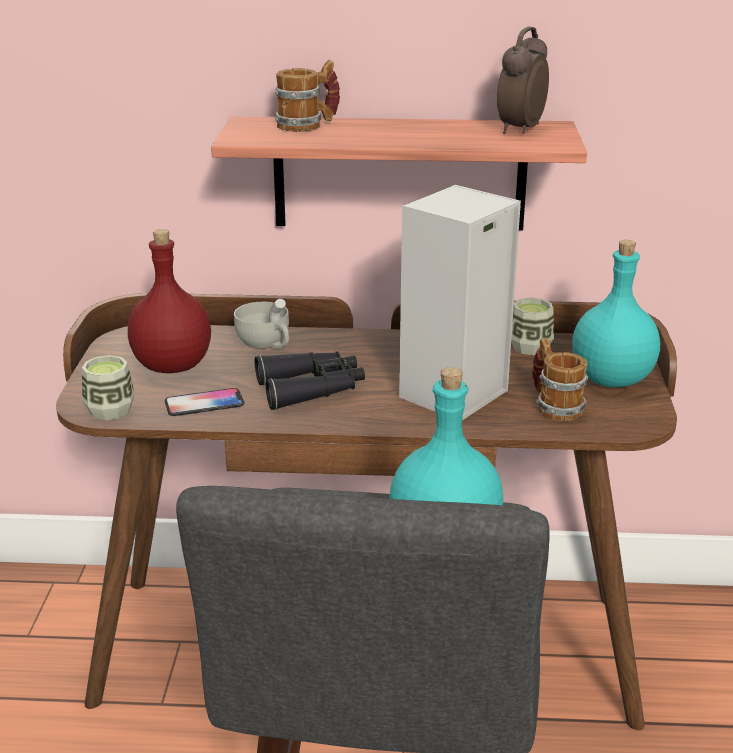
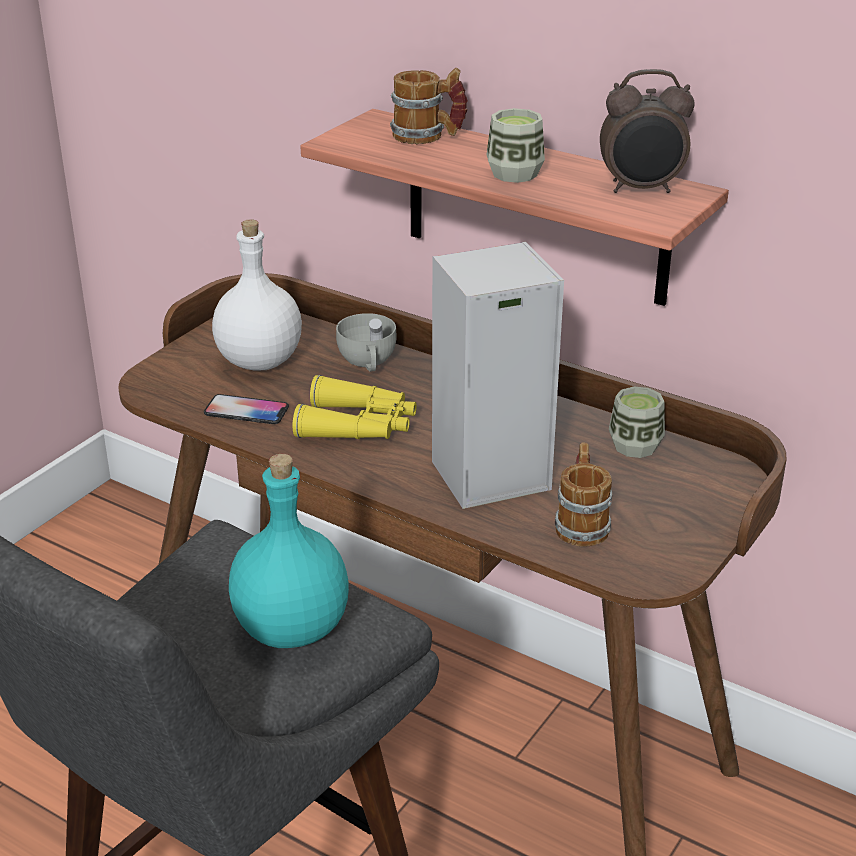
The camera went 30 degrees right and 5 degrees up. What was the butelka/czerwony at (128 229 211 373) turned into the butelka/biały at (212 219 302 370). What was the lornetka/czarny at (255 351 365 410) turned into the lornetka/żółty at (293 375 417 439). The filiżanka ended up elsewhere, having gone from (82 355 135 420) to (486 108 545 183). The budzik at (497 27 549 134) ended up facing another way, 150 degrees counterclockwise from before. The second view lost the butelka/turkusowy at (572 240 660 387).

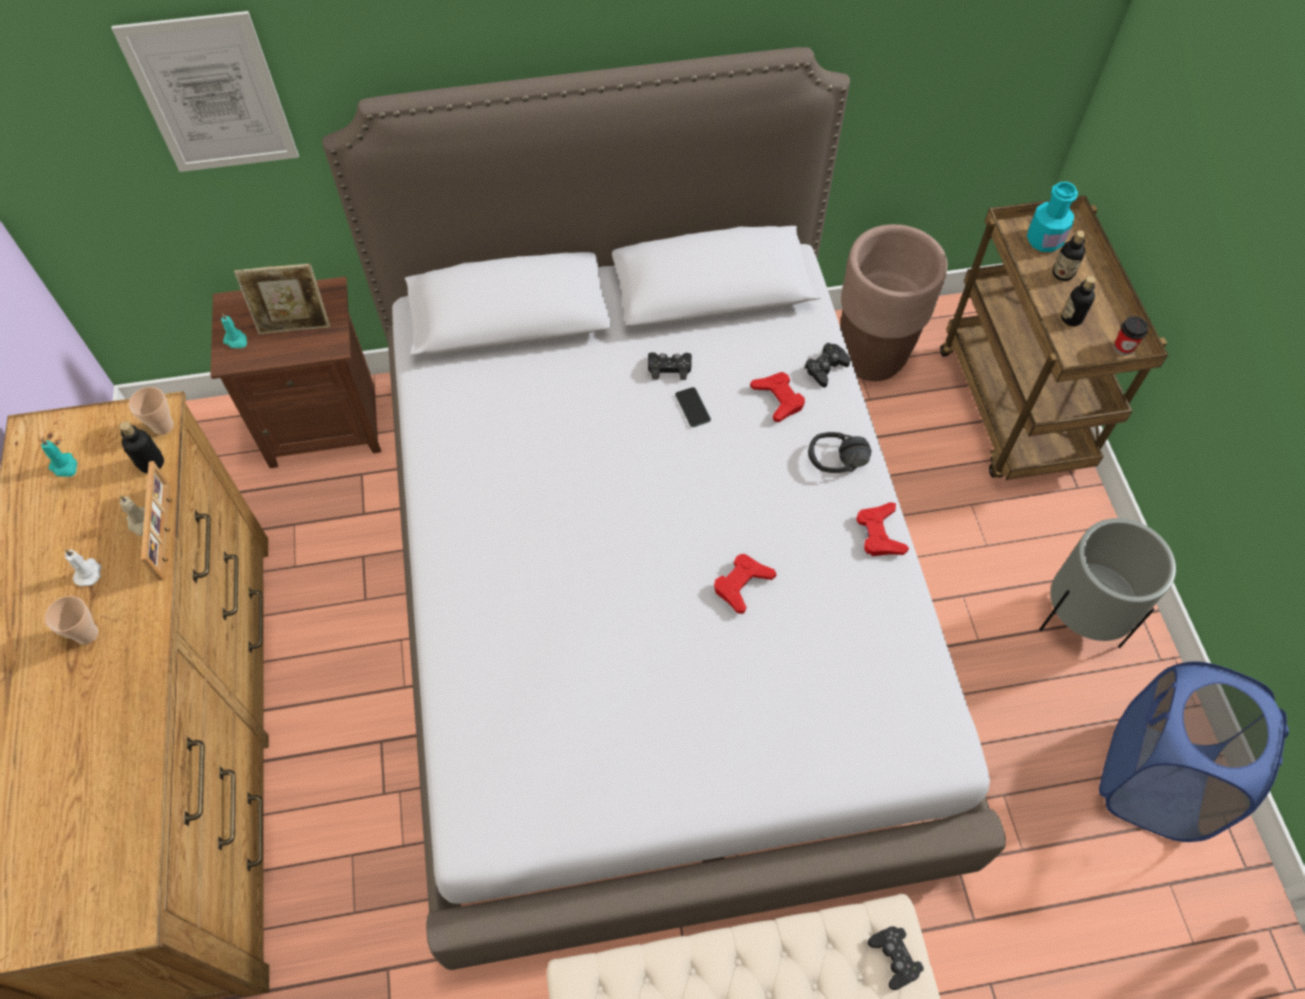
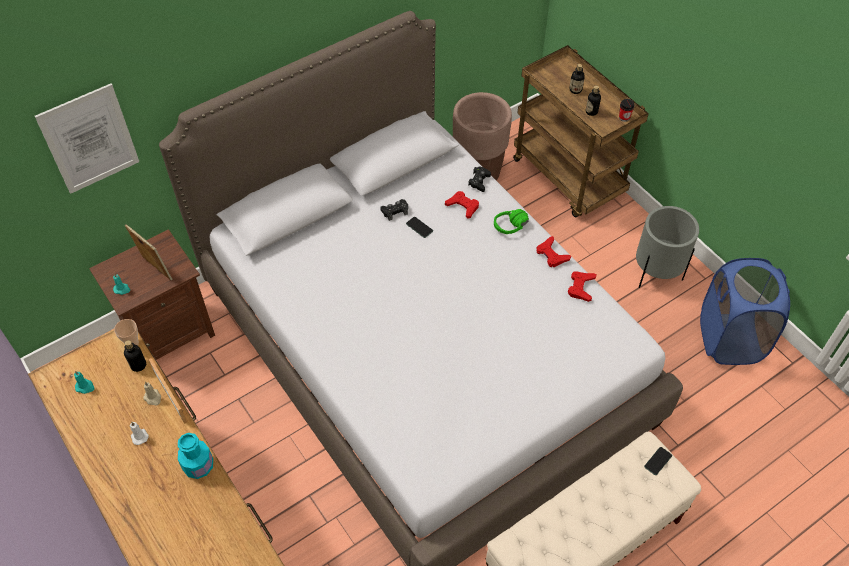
The camera went 25 degrees left and 5 degrees down. The ramka na zdjęcie at (234 264 330 335) ended up facing another way, 105 degrees counterclockwise from before. The butelka/turkusowy ended up elsewhere, having gone from (1027 182 1078 252) to (178 433 213 479). What was the słuchawki/czarny at (808 432 872 473) turned into the słuchawki/zielony at (494 209 529 234). The pad do gier/czerwony ended up elsewhere, having gone from (714 554 777 614) to (568 271 597 302). Where the pad do gier/czarny stood at (868 926 924 990), the telefon came to stand at (644 447 672 475). The second view lost the filiżanka at (45 596 98 644).

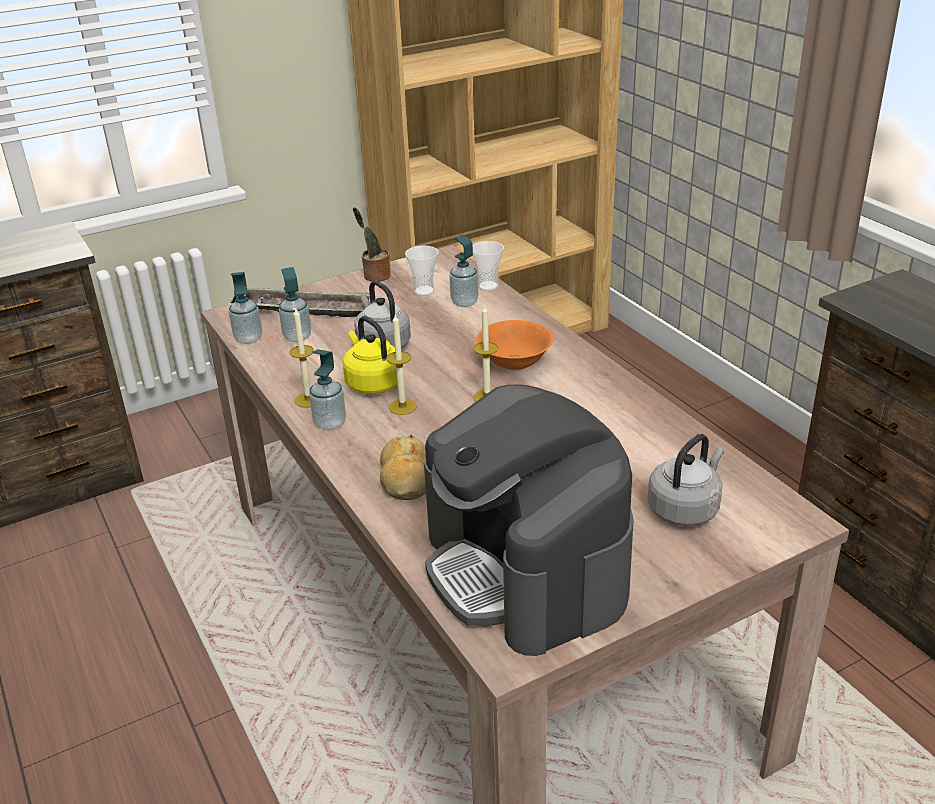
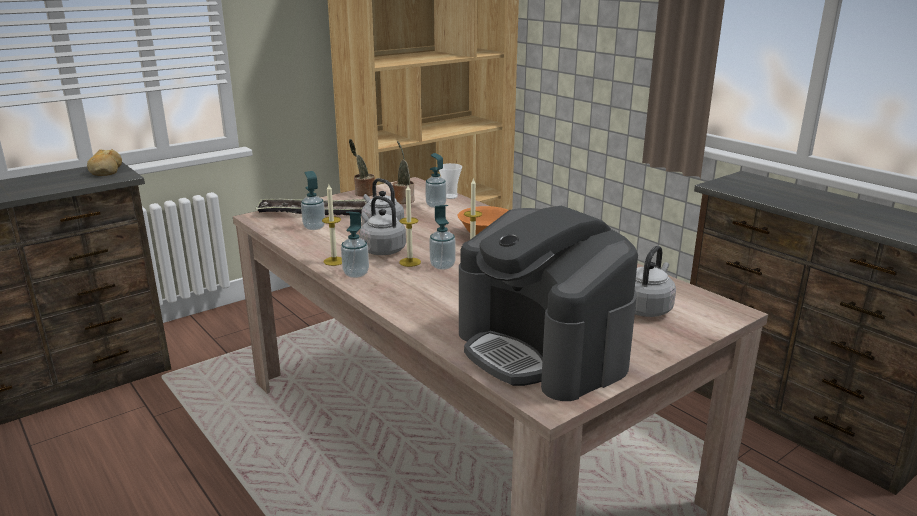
The camera went 10 degrees left and 10 degrees down. The chleb ended up elsewhere, having gone from (380 434 426 500) to (87 149 122 176). What was the czajnik/żółty at (343 316 397 394) turned into the czajnik/szary at (360 196 406 255). Where the filiżanka stood at (405 246 439 296), the roślina doniczkowa came to stand at (393 141 415 204). The dozownik mydła ended up elsewhere, having gone from (229 272 262 344) to (429 205 456 270).

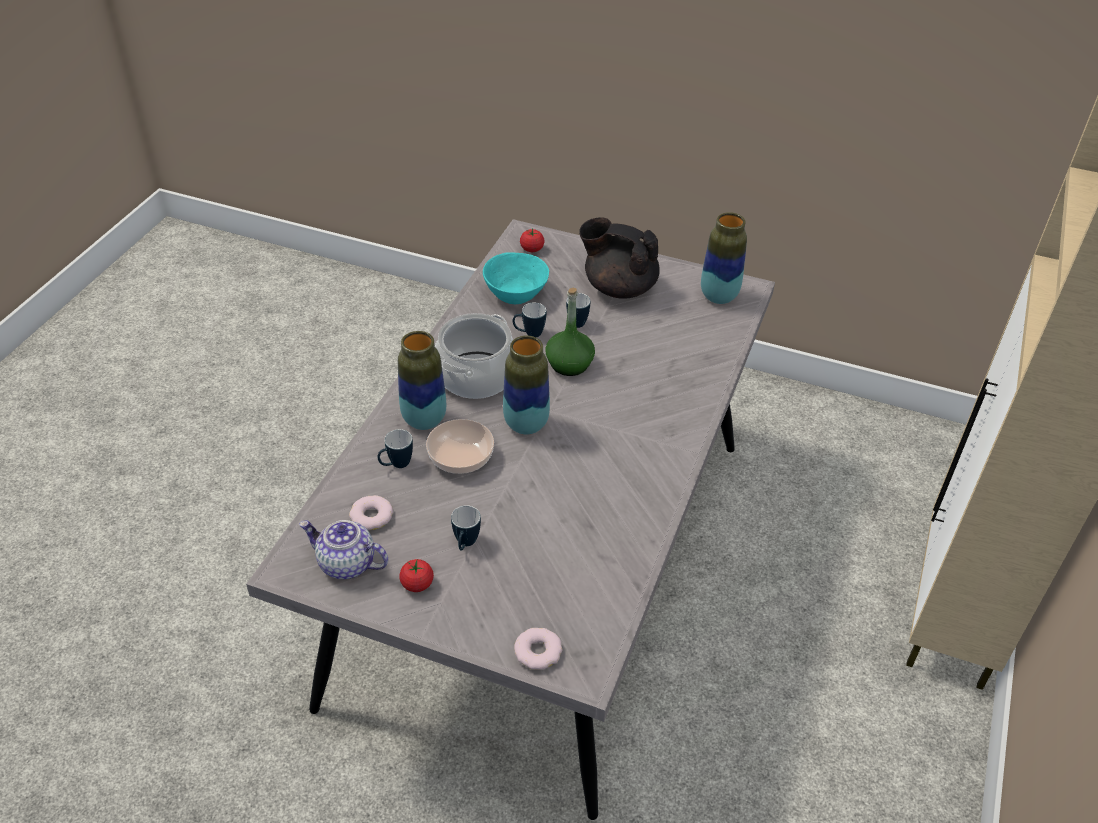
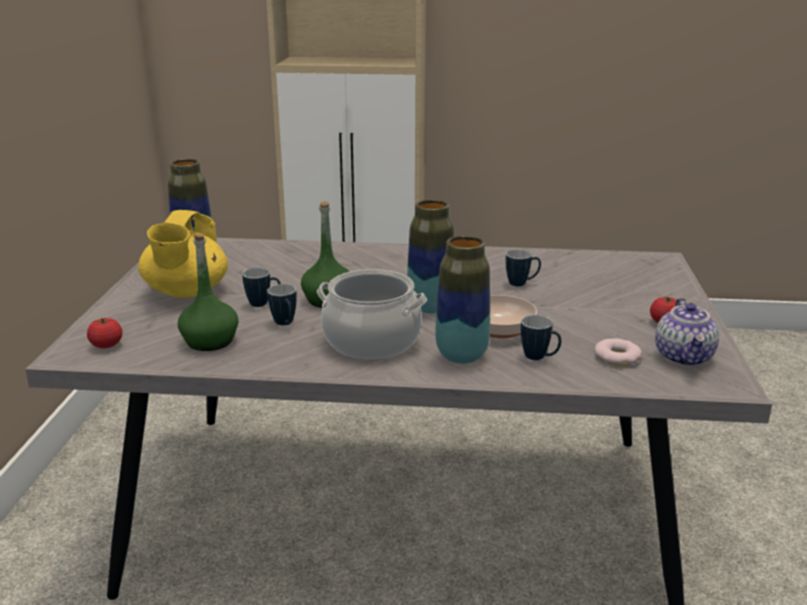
The camera went 105 degrees left and 20 degrees down. What was the imbryk/czarny at (579 217 660 299) turned into the imbryk/żółty at (138 210 228 298). Where the miska/turkusowy stood at (483 252 549 304), the butelka/zielony came to stand at (178 234 239 351). The kubek ended up elsewhere, having gone from (451 505 481 551) to (506 249 541 286). The second view lost the donut at (514 628 562 670).

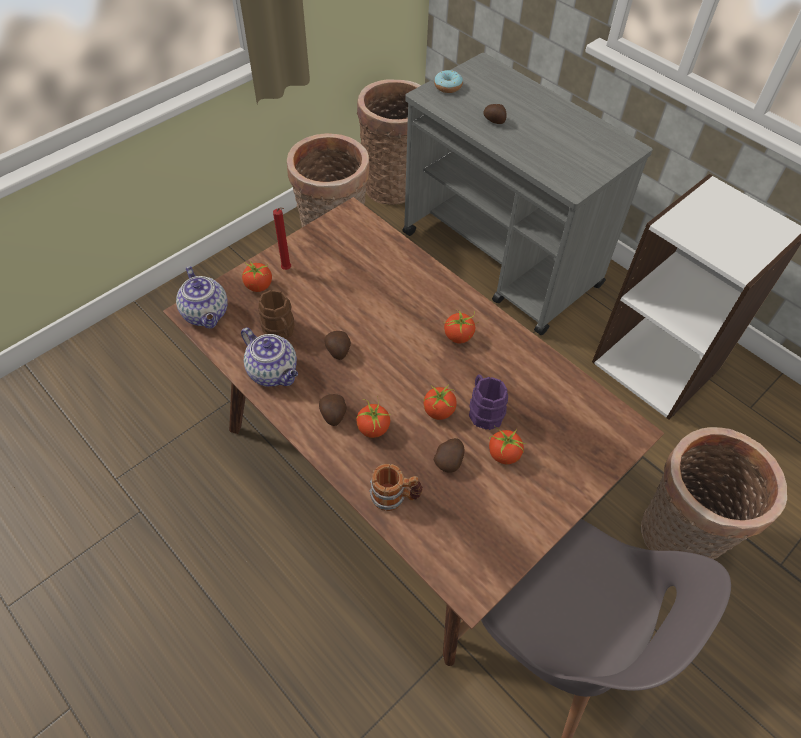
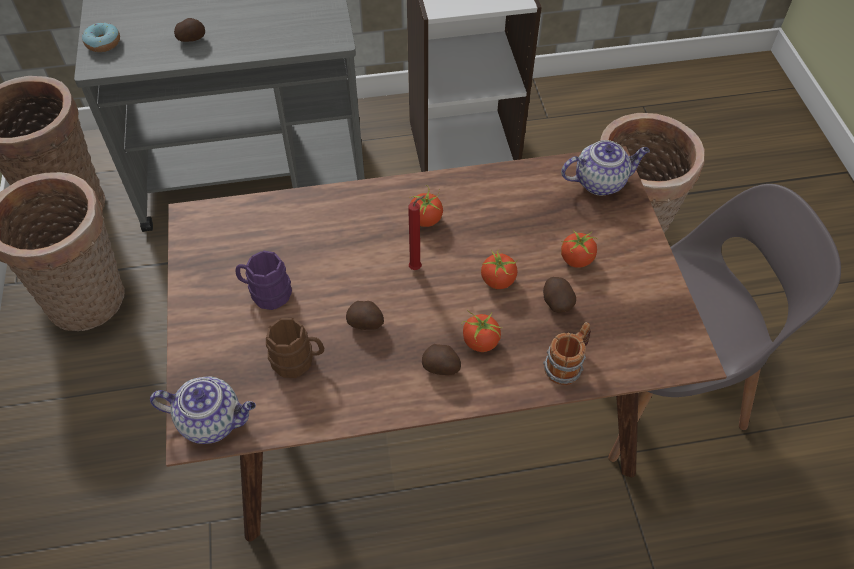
The camera went 55 degrees left and 0 degrees up. The kubek/fioletowy ended up elsewhere, having gone from (469 374 508 430) to (235 251 292 310). The świeca/czerwony ended up elsewhere, having gone from (273 207 291 270) to (408 195 425 270). The imbryk ended up elsewhere, having gone from (241 327 298 387) to (561 140 650 196). The second view lost the pomidor at (241 262 272 292).

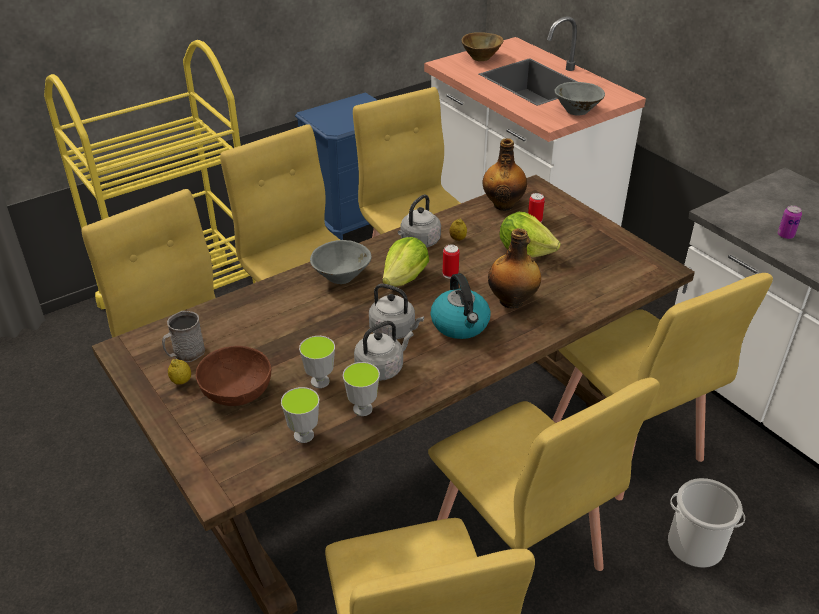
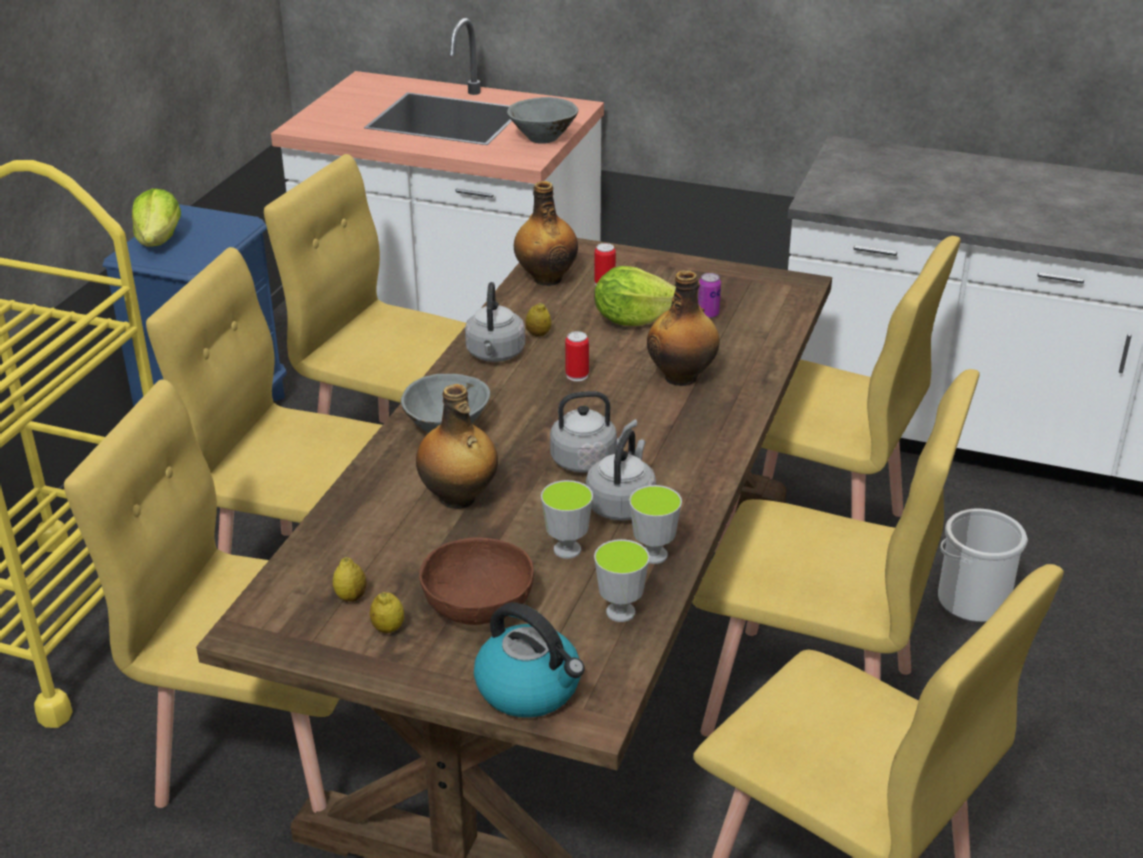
The camera went 35 degrees left and 5 degrees down. The sałata ended up elsewhere, having gone from (382 237 429 287) to (132 188 181 247). Where the kubek/szary stood at (162 311 205 362), the cytryna came to stand at (333 557 366 601). The second view gained the butelka at (416 384 498 509). The czajnik ended up elsewhere, having gone from (430 273 491 339) to (474 602 585 717). The puszka ended up elsewhere, having gone from (778 205 802 239) to (698 273 721 318). The second view lost the miska/brązowy at (461 32 503 61).

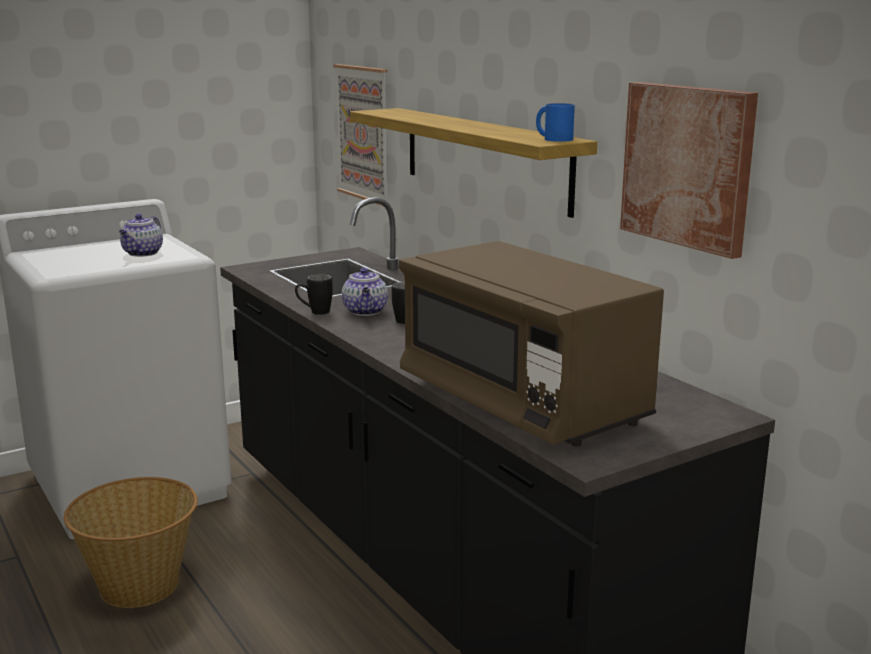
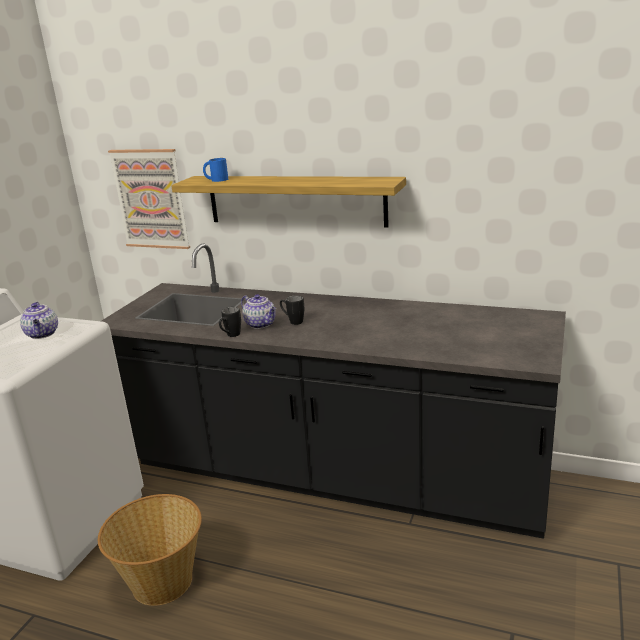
The camera went 35 degrees left and 5 degrees up. The kubek/niebieski ended up elsewhere, having gone from (536 103 575 142) to (203 158 228 182). The second view lost the mikrofalówka/brązowy at (399 241 664 446). The second view lost the obraz at (620 82 758 259).

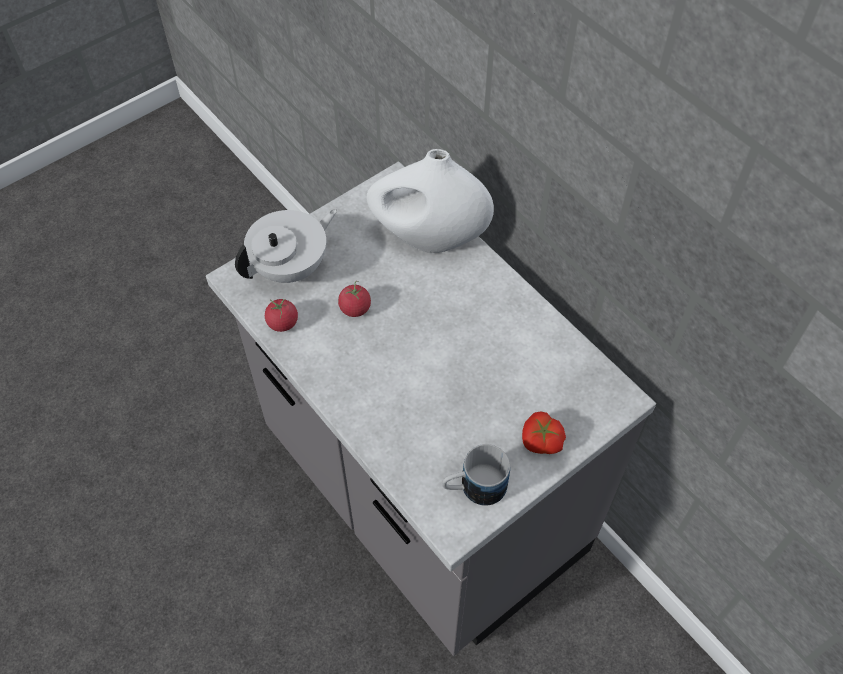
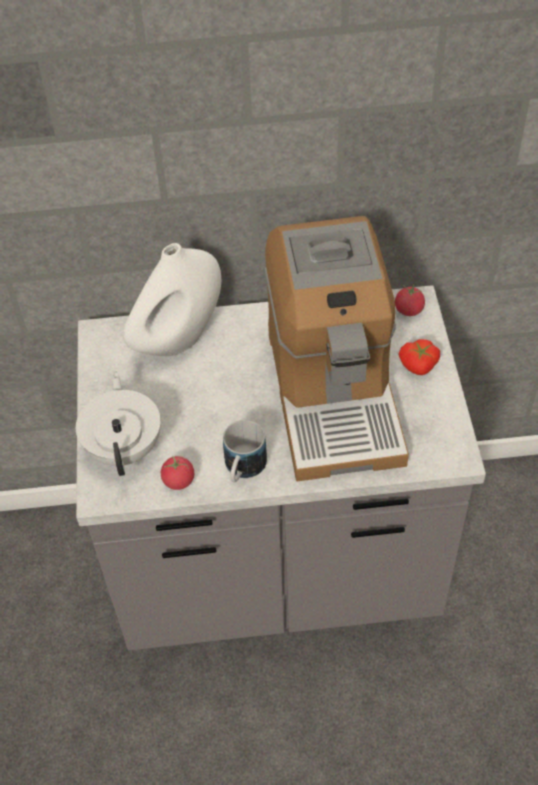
The camera went 55 degrees left and 5 degrees down. The kubek ended up elsewhere, having gone from (442 444 510 506) to (223 420 267 483). The second view gained the ekspres do kawy at (265 216 409 481). The pomidor ended up elsewhere, having gone from (338 281 371 317) to (395 284 425 316).

